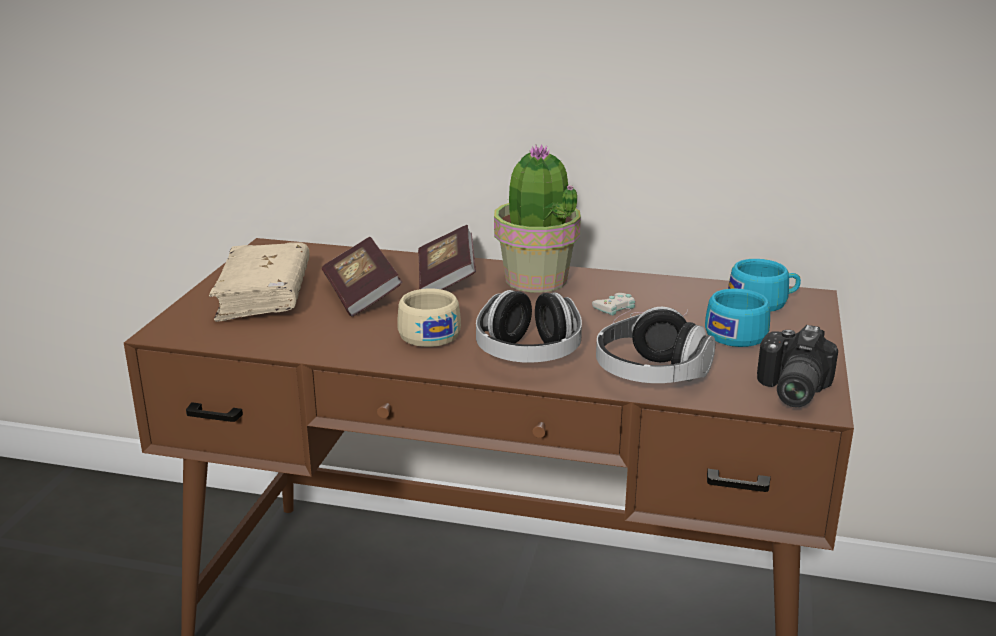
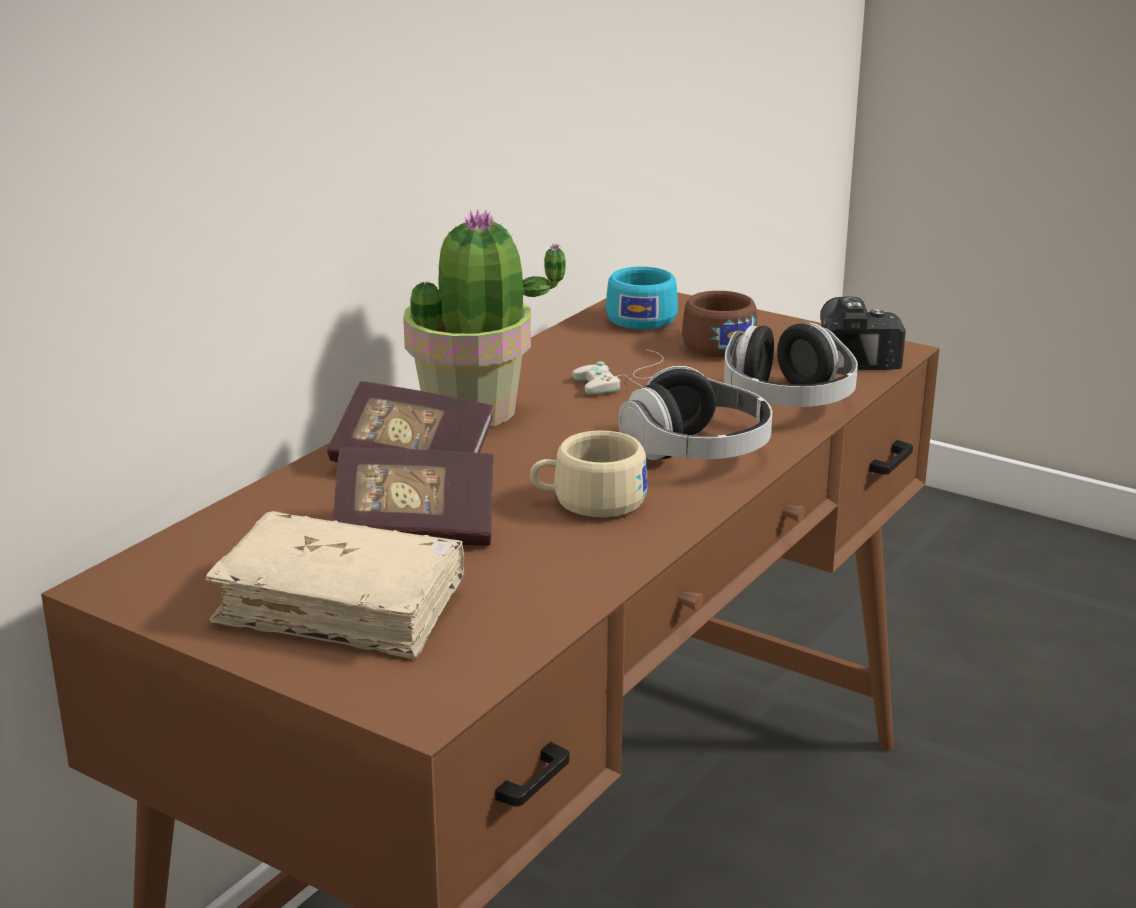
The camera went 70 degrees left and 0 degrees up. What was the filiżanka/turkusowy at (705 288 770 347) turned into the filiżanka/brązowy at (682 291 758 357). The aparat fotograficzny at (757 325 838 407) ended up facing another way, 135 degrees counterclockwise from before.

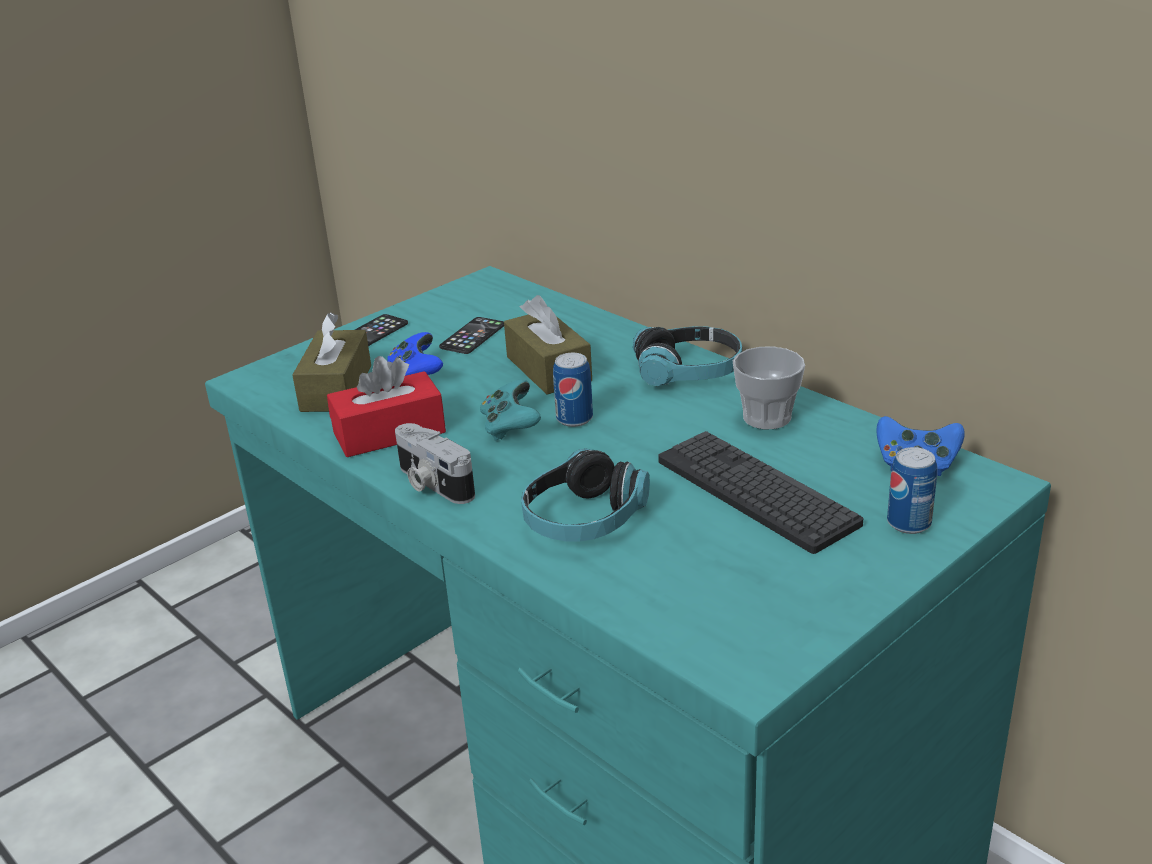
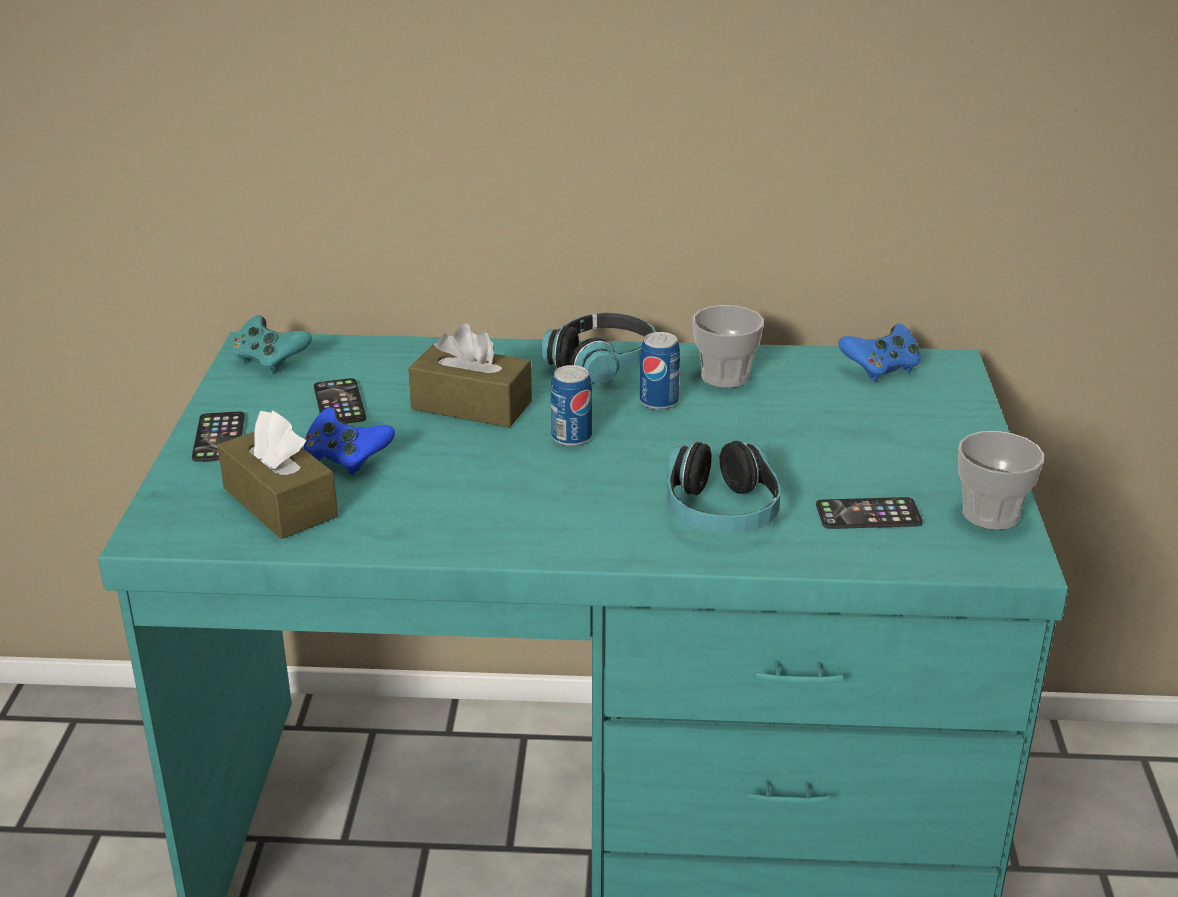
The camera went 45 degrees left and 0 degrees up. The pad do gier/turkusowy ended up elsewhere, having gone from (480 380 541 441) to (231 315 312 374). The puszka ended up elsewhere, having gone from (887 447 937 534) to (640 332 680 410). The second view gained the telefon at (816 497 923 529). The second view gained the filiżanka at (958 431 1044 530). The second view lost the pudełko chusteczek/czerwony at (327 356 446 457). The second view lost the aparat fotograficzny at (395 423 475 504). The second view lost the klawiatura at (658 431 863 554).

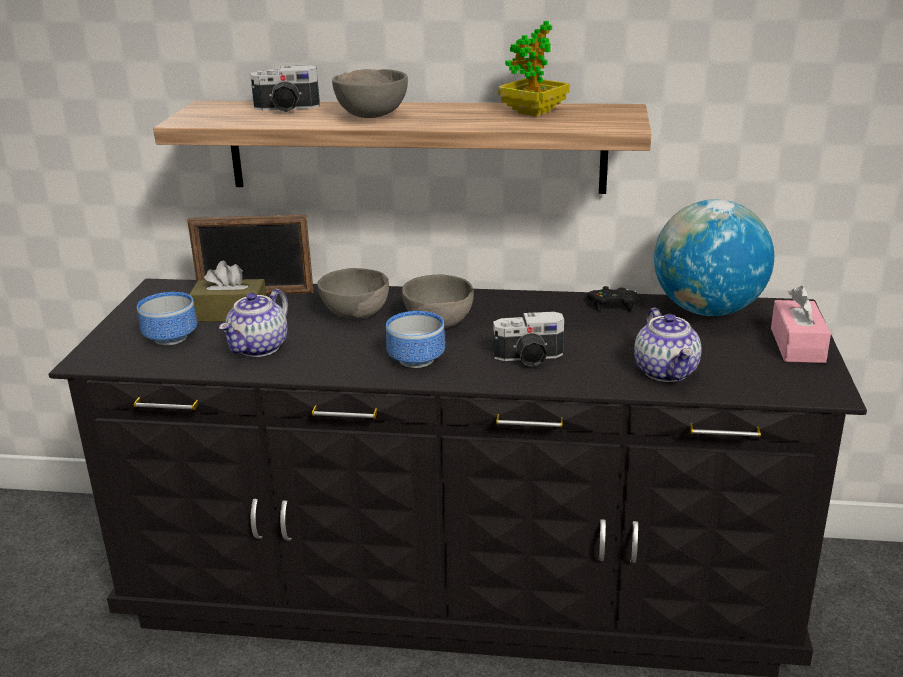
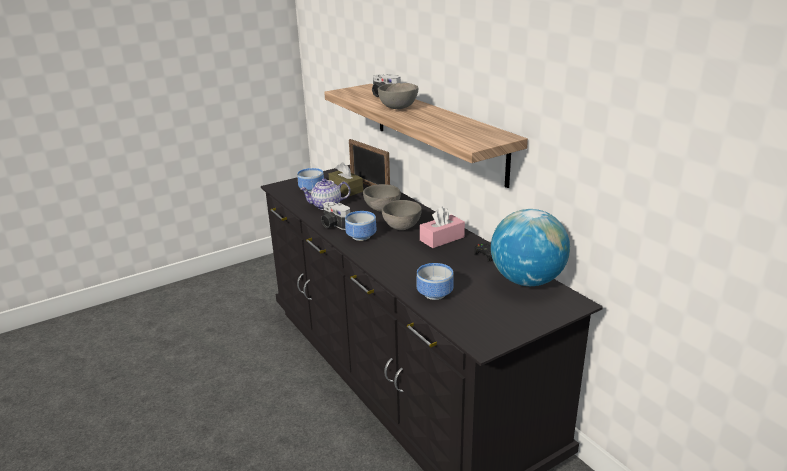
The camera went 50 degrees right and 0 degrees up. The aparat fotograficzny ended up elsewhere, having gone from (493 311 564 367) to (321 202 350 230). Where the imbryk stood at (634 308 702 382), the miska came to stand at (416 263 454 300). The pudełko chusteczek/różowy ended up elsewhere, having gone from (771 286 831 363) to (420 206 465 248). The second view lost the roślina doniczkowa at (498 21 570 116).

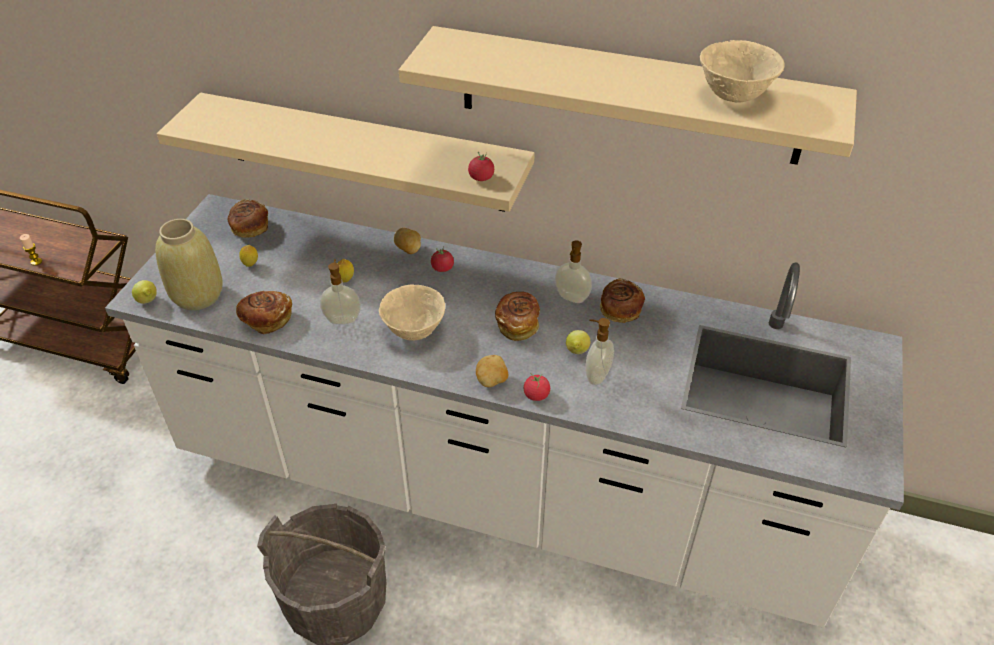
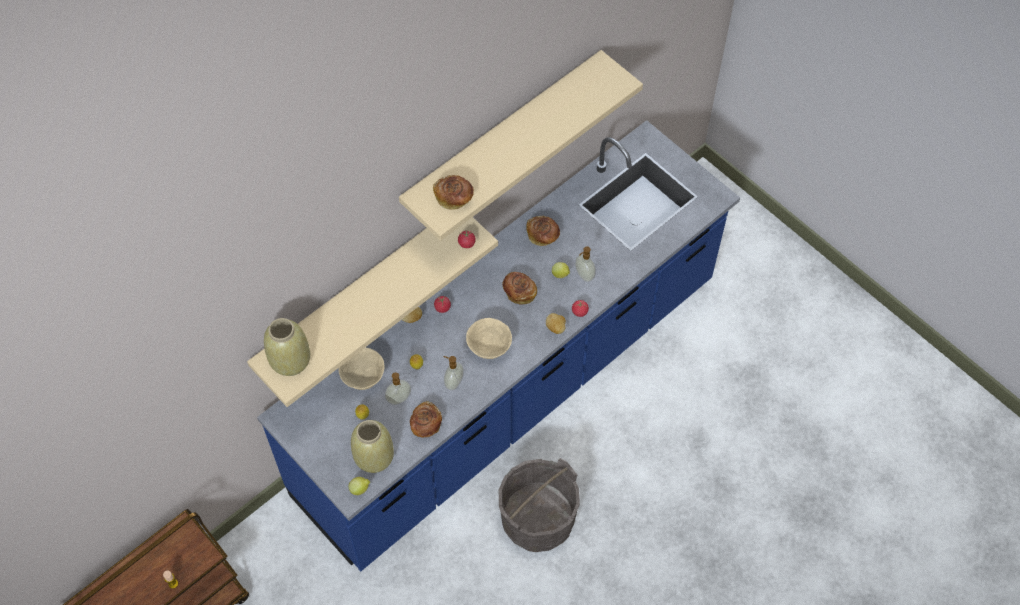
The camera went 60 degrees left and 15 degrees up. What was the zabudowa kuchenna/biały at (105 194 904 628) turned into the zabudowa kuchenna/niebieski at (257 120 740 571). The second view gained the wazon/beżowy at (264 318 310 376). The miska/beżowy ended up elsewhere, having gone from (700 40 785 103) to (338 347 385 390). The dozownik mydła ended up elsewhere, having gone from (555 241 592 303) to (385 372 411 405). The chleb ended up elsewhere, having gone from (227 199 268 238) to (433 175 474 210).

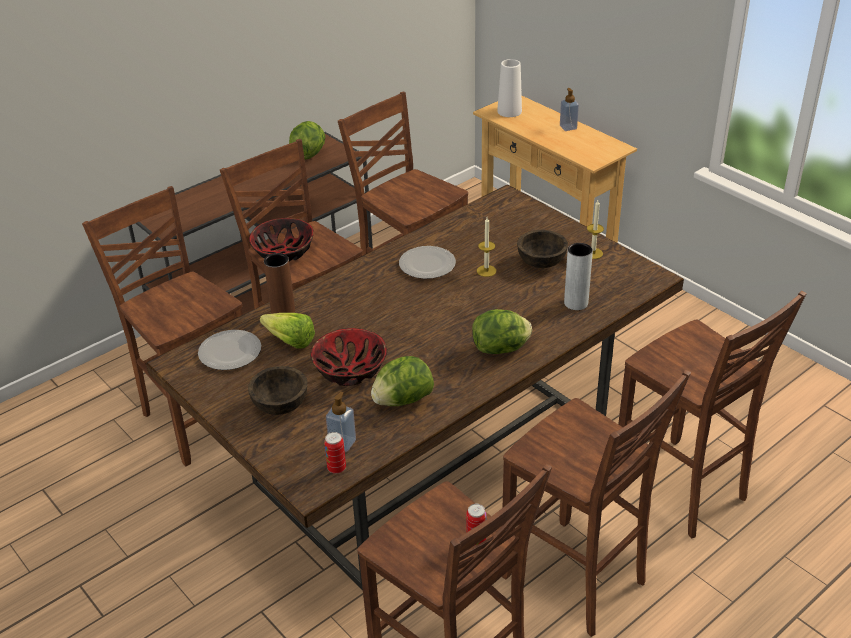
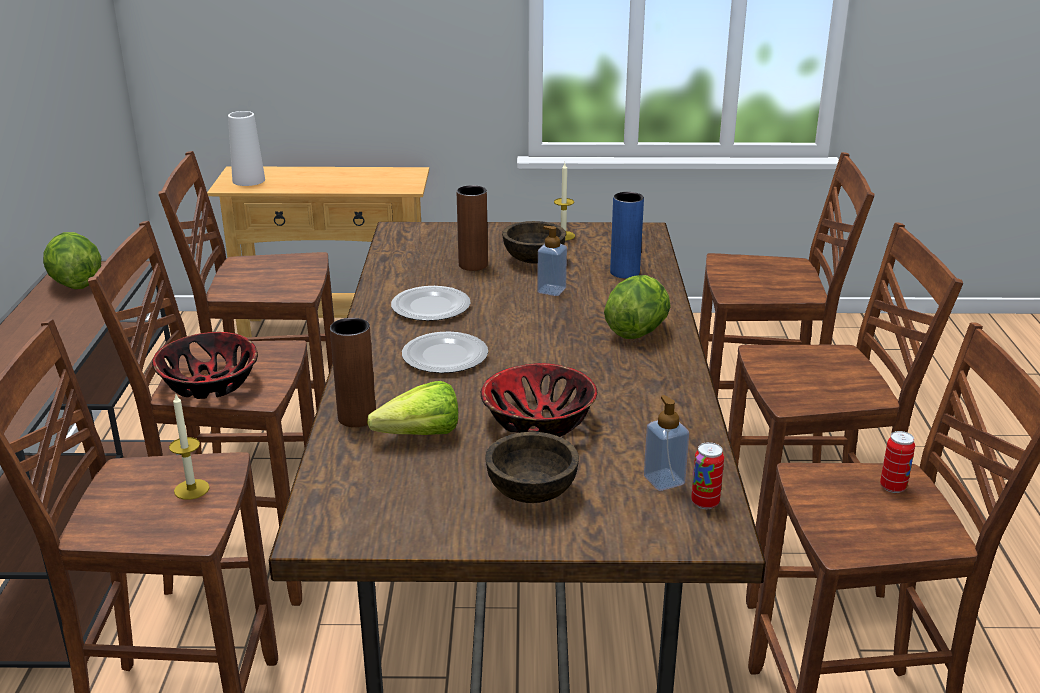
The camera went 50 degrees left and 10 degrees down. The świeca ended up elsewhere, having gone from (477 217 496 277) to (169 394 210 500). The talerz ended up elsewhere, having gone from (198 330 261 370) to (402 331 488 373). The second view gained the wazon/brązowy at (457 185 488 271). The dozownik mydła ended up elsewhere, having gone from (560 88 579 131) to (537 226 567 296). What was the wazon/szary at (564 243 593 310) turned into the wazon/niebieski at (610 192 644 278). The second view lost the sałata at (371 356 434 406).

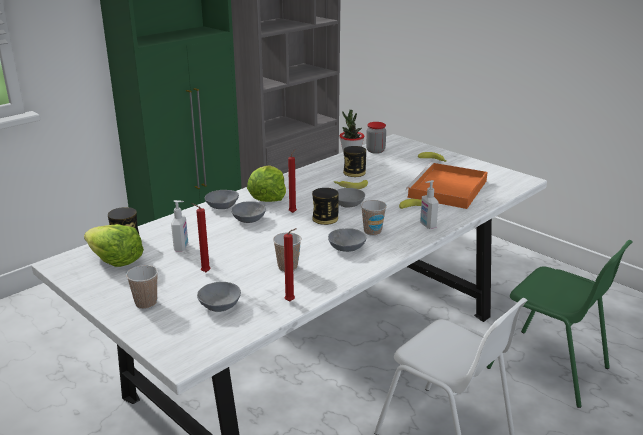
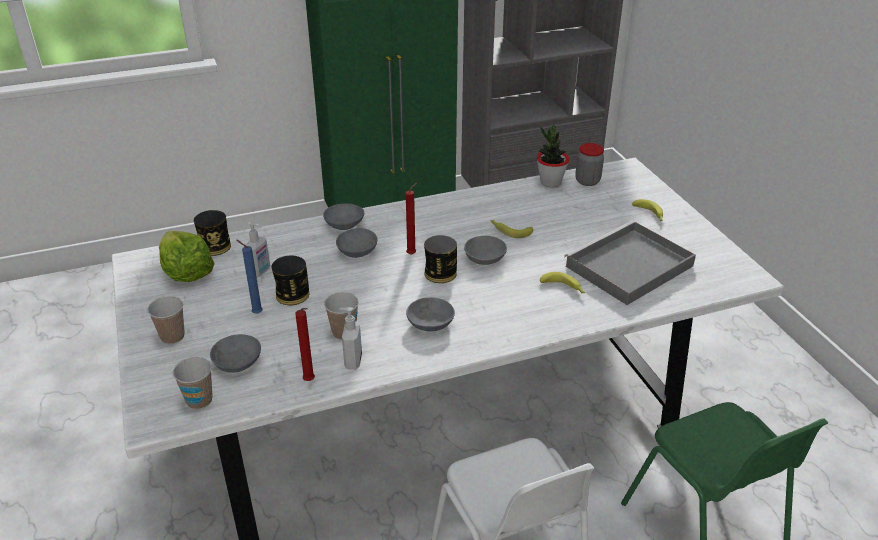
The camera went 25 degrees right and 10 degrees up. The filiżanka ended up elsewhere, having gone from (361 200 387 236) to (173 357 212 409). What was the świeca/czerwony at (191 203 211 272) turned into the świeca/niebieski at (237 240 263 314). The puszka ended up elsewhere, having gone from (343 146 366 177) to (272 256 309 305). The dozownik mydła ended up elsewhere, having gone from (420 180 438 229) to (339 307 362 369). What was the taca/pomarańczowy at (406 162 488 209) turned into the taca/szary at (564 221 696 305). The second view lost the sałata at (247 165 286 202).

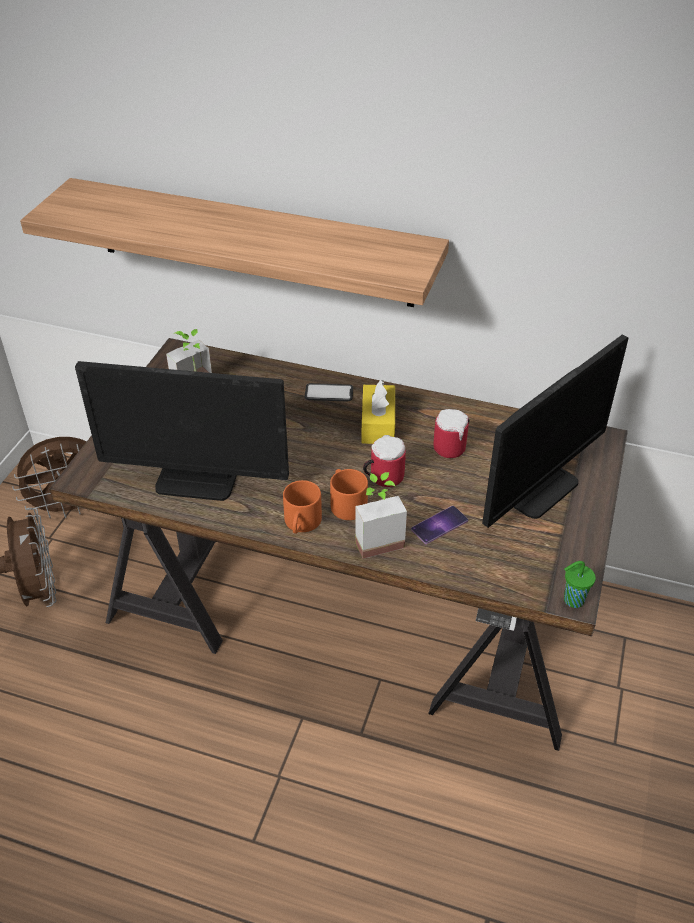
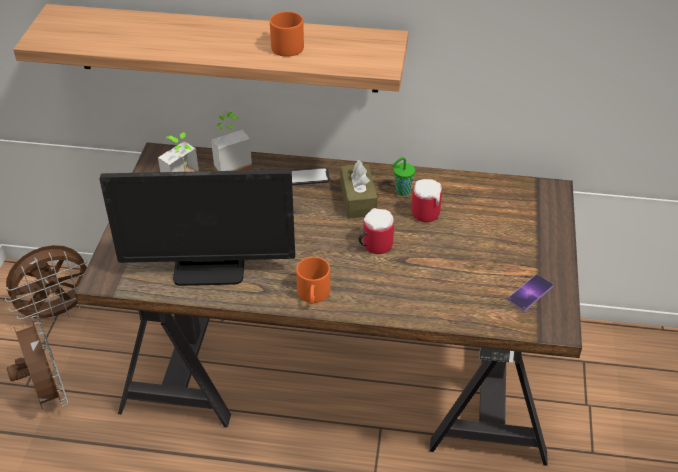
The camera went 10 degrees left and 0 degrees up. The roślina doniczkowa ended up elsewhere, having gone from (355 472 407 559) to (211 112 252 171). The kubek/pomarańczowy ended up elsewhere, having gone from (330 469 368 520) to (270 11 304 57). What was the pudełko chusteczek/żółty at (361 380 395 444) turned into the pudełko chusteczek/brązowy at (340 160 378 219). The filiżanka/zielony ended up elsewhere, having gone from (564 561 596 608) to (392 157 415 196). The telefon ended up elsewhere, having gone from (411 506 468 544) to (507 274 554 311). The second view lost the monitor at (482 335 629 528).

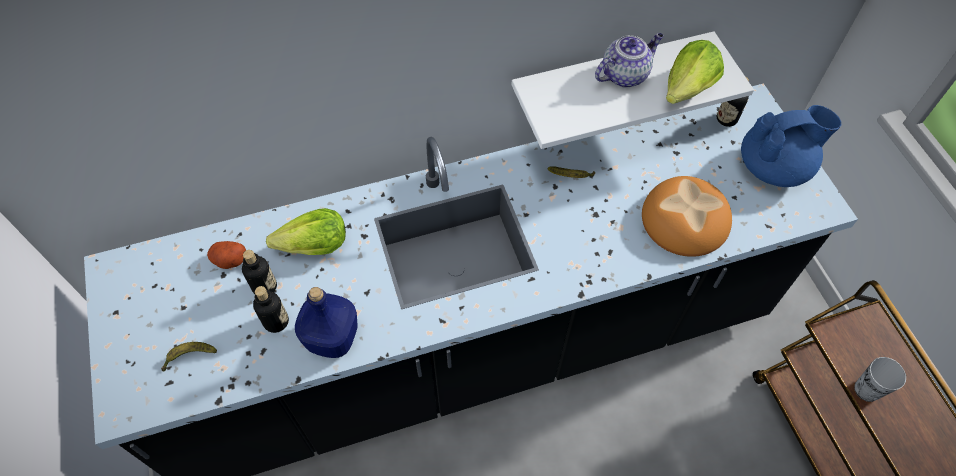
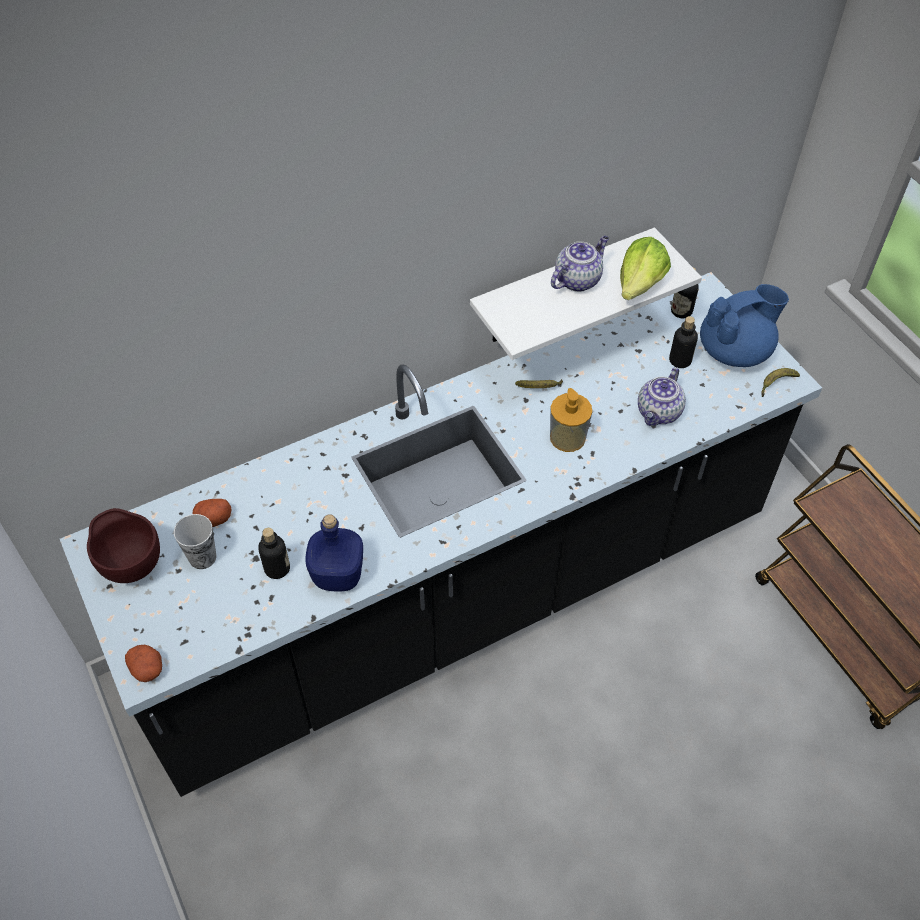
The camera went 10 degrees left and 5 degrees down. The second view gained the miska/brązowy at (87 508 160 583). The second view gained the ziemniak at (125 645 162 682). The filiżanka ended up elsewhere, having gone from (854 357 906 402) to (174 514 216 569). The second view gained the dozownik mydła at (550 388 592 452). Where the chleb stood at (642 176 732 257), the imbryk came to stand at (638 367 686 426). The butelka ended up elsewhere, having gone from (242 250 277 294) to (669 316 698 368). The banan ended up elsewhere, having gone from (161 342 217 371) to (761 368 800 397). The second view lost the sałata at (266 208 346 255).

